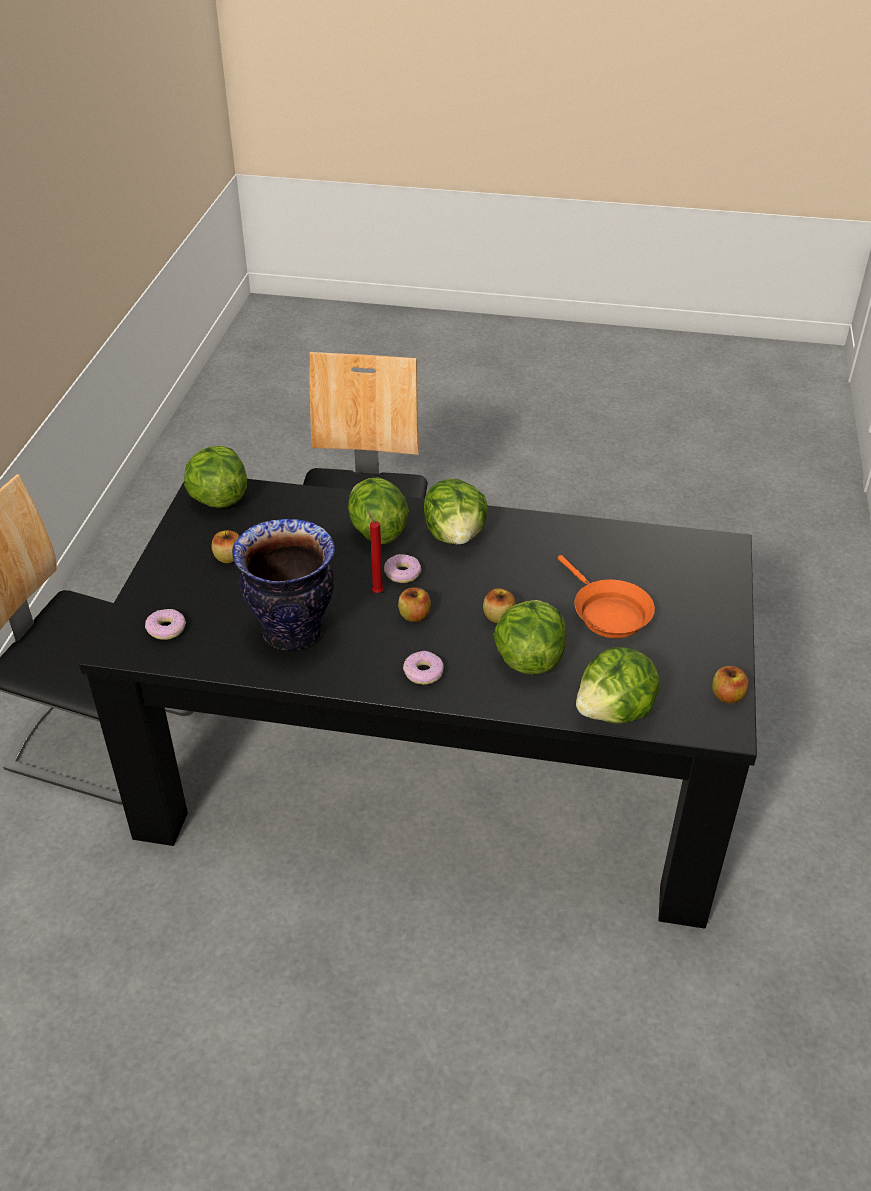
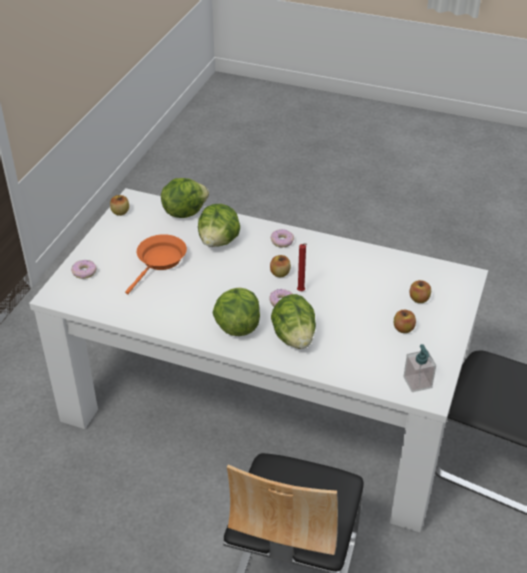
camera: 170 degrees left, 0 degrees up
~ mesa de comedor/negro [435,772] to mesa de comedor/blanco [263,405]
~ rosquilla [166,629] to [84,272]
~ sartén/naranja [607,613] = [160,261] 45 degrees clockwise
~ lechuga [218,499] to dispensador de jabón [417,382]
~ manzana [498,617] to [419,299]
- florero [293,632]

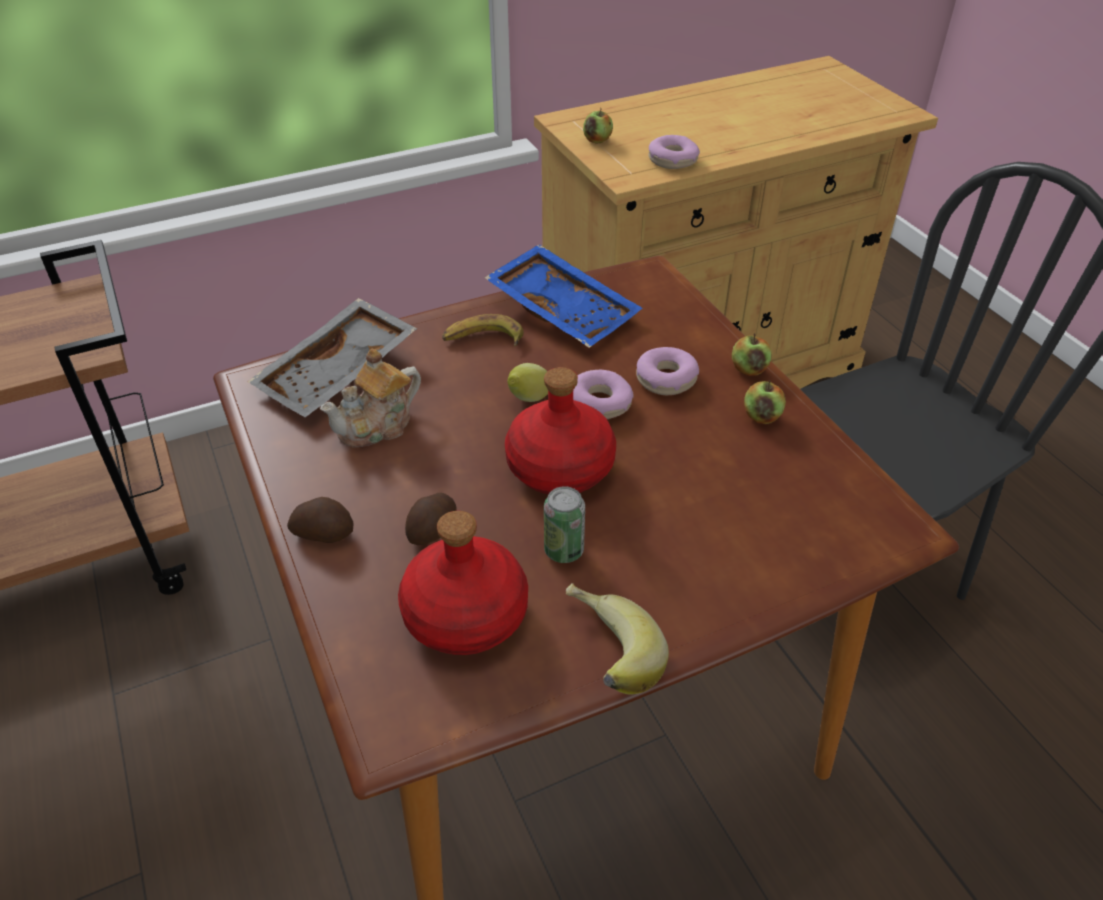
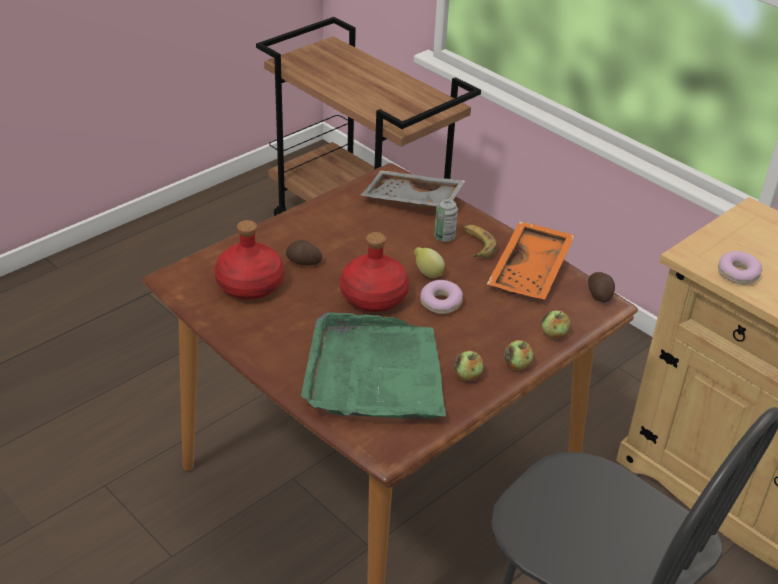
camera: 70 degrees right, 5 degrees down
+ bandeja/verde [374,373]
~ lata [564,550] to [444,237]
~ bandeja/azul [564,309] to bandeja/naranja [531,272]
~ manzana [597,140] to [553,334]
~ patata [323,532] to [599,294]
- tetera [377,426]
- plátano [603,659]
- rosquilla [666,379]

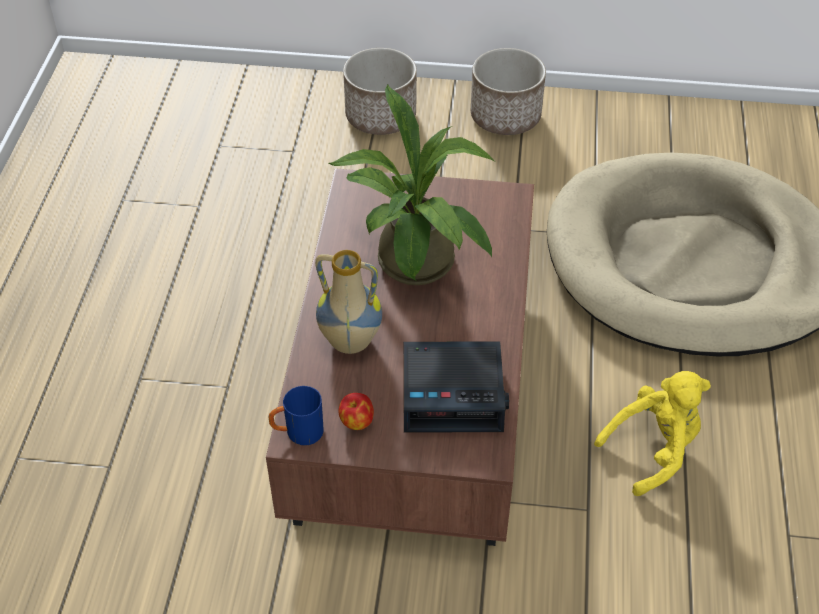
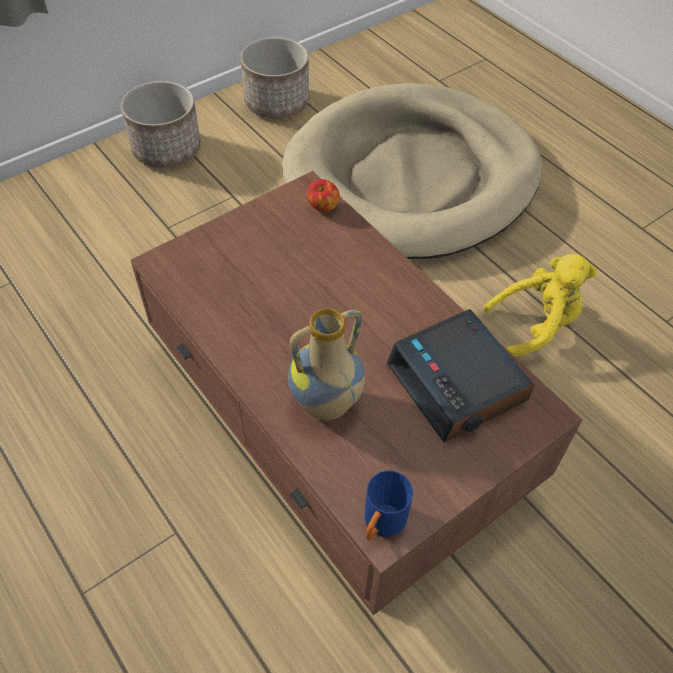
camera: 45 degrees left, 5 degrees up
~ maceta [380,117] to [277,103]
~ manzana [356,422] to [323,207]
~ despertador [453,394] = [458,383] 105 degrees clockwise
~ peluche/amarillo [653,449] = [535,326] 60 degrees clockwise
- planta en maceta [417,269]

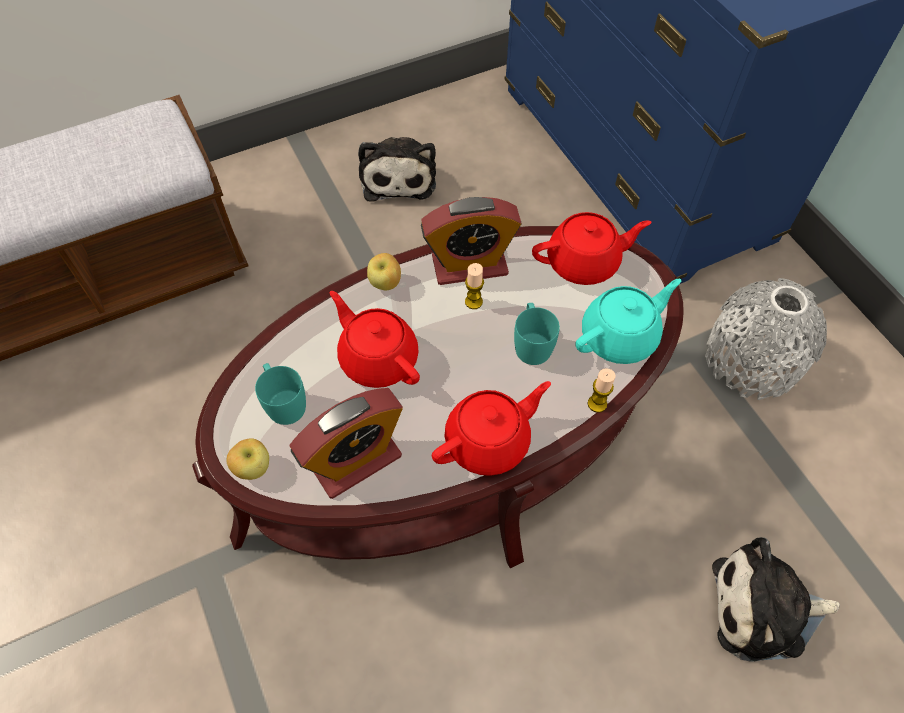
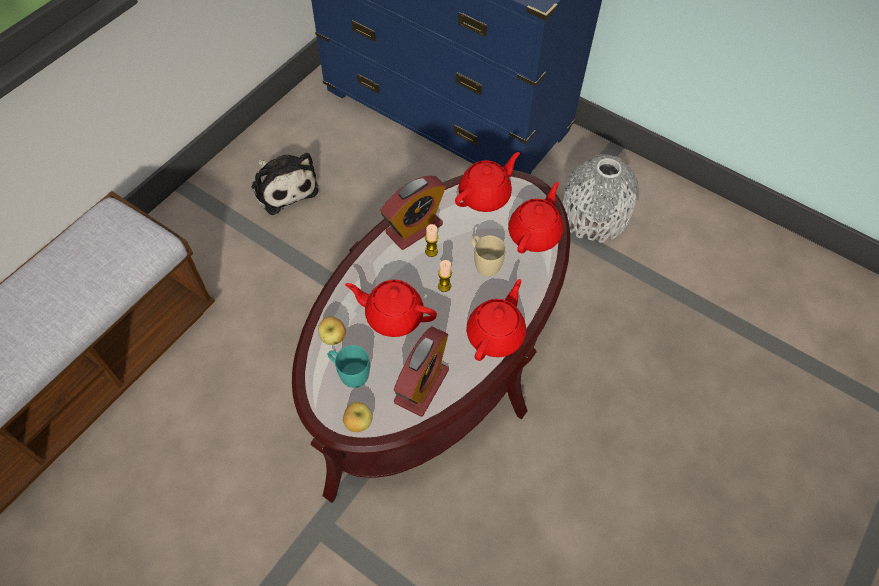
camera: 30 degrees left, 0 degrees up
~ manzana [386,284] to [333,338]
~ vela [597,404] to [444,286]
~ taza grande/turquesa [531,343] to taza grande/beis [484,262]
~ tetera/turquesa [620,337] to tetera/rojo [535,234]
- peluche [764,609]

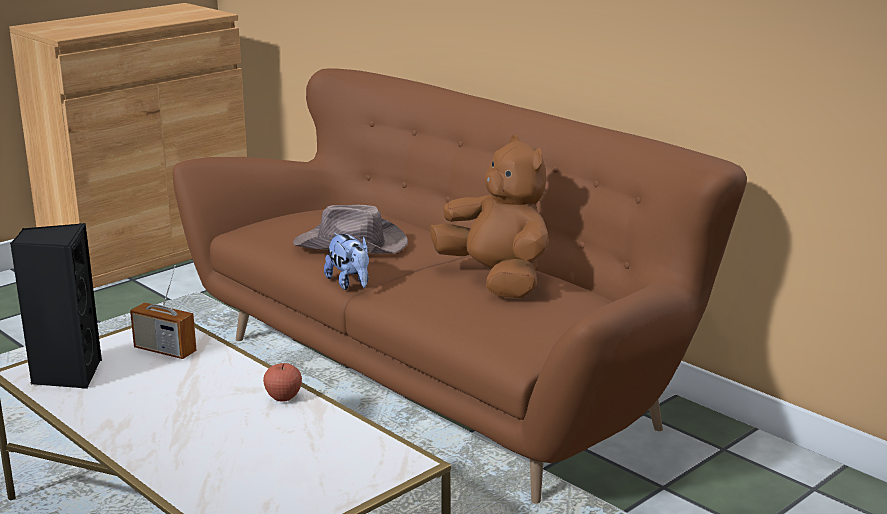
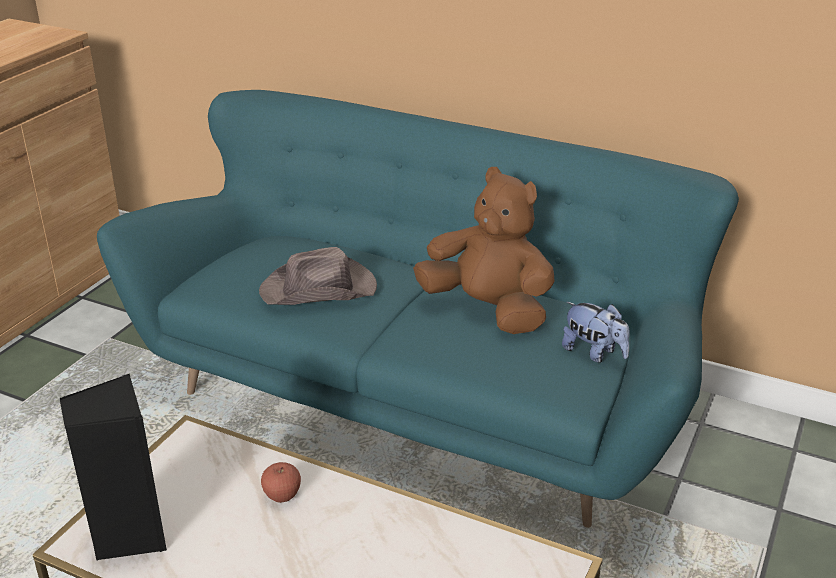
camera: 20 degrees left, 10 degrees up
~ sofá/marrón [443,379] to sofá/turquesa [417,398]
~ manzana [283,397] to [282,495]
~ peluche [350,284] to [594,353]
- radio [165,350]

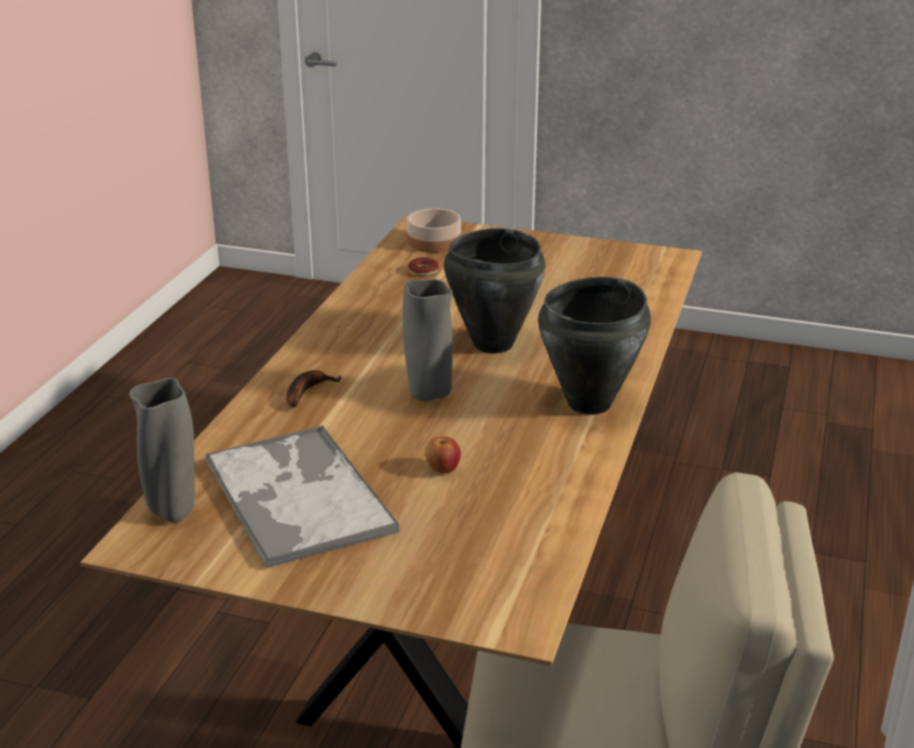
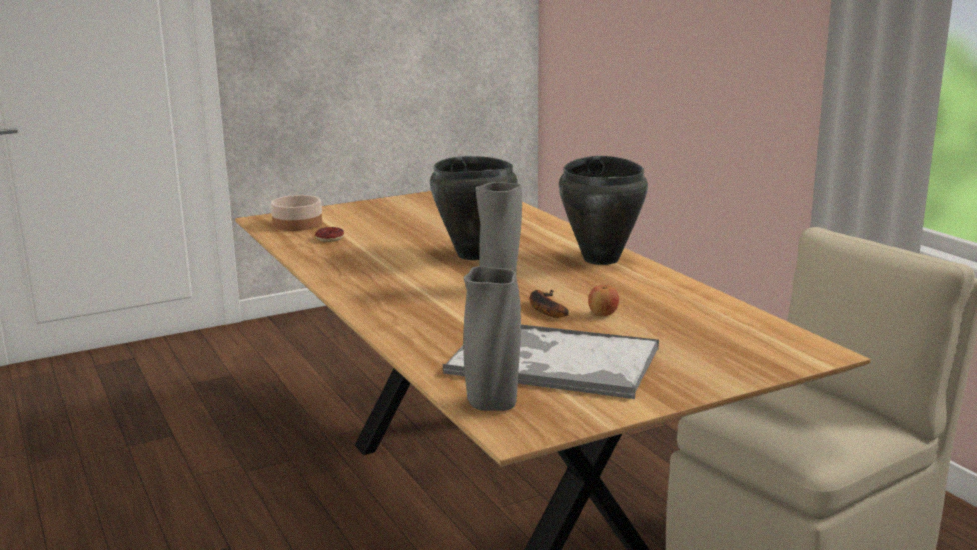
camera: 45 degrees left, 10 degrees down
~ plátano [307,392] to [544,308]

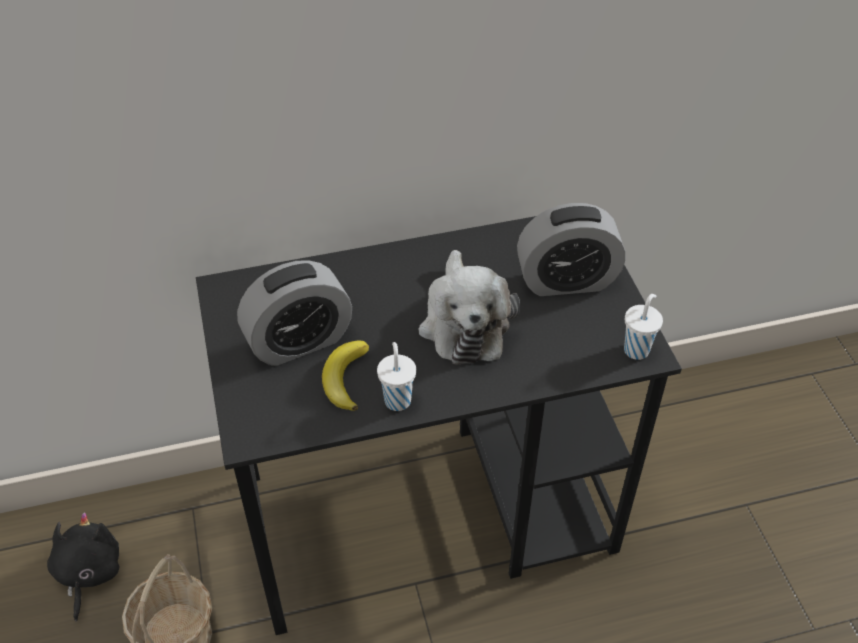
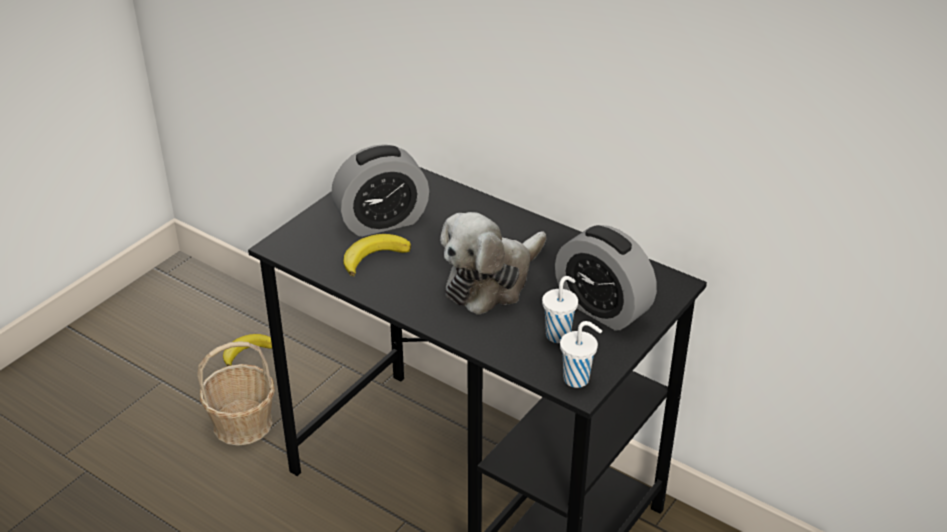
camera: 50 degrees right, 10 degrees down
~ peluche/negro [88,573] to plátano [247,352]
~ despertador [299,341] = [382,221] 45 degrees counterclockwise
~ taza/blanco [397,399] to [559,335]

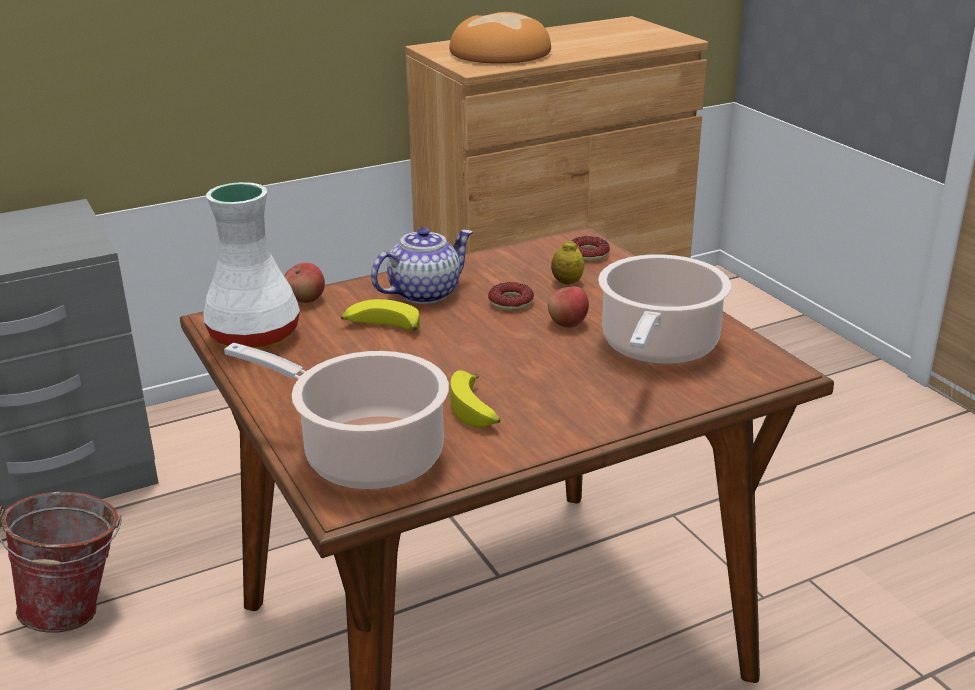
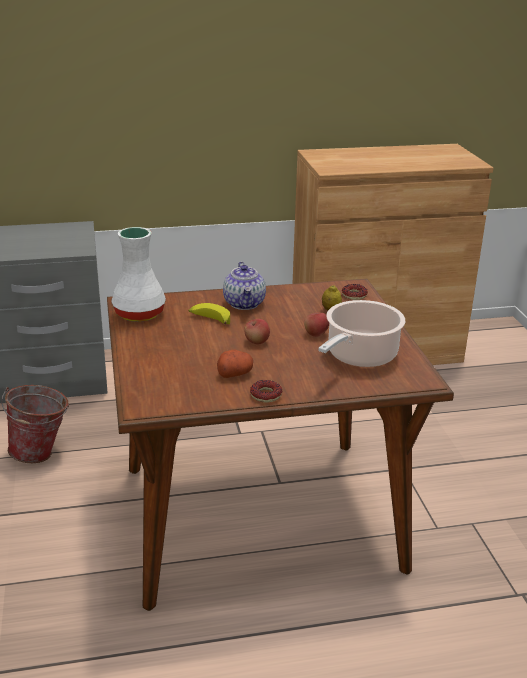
camera: 15 degrees right, 0 degrees up
~ plátano [476,410] to patata [235,373]
~ tetera [424,293] = [245,304] 105 degrees clockwise
~ manzana [306,299] to [256,342]
~ rosquilla [511,302] to [266,395]
- olla [365,455]
- pan [499,53]

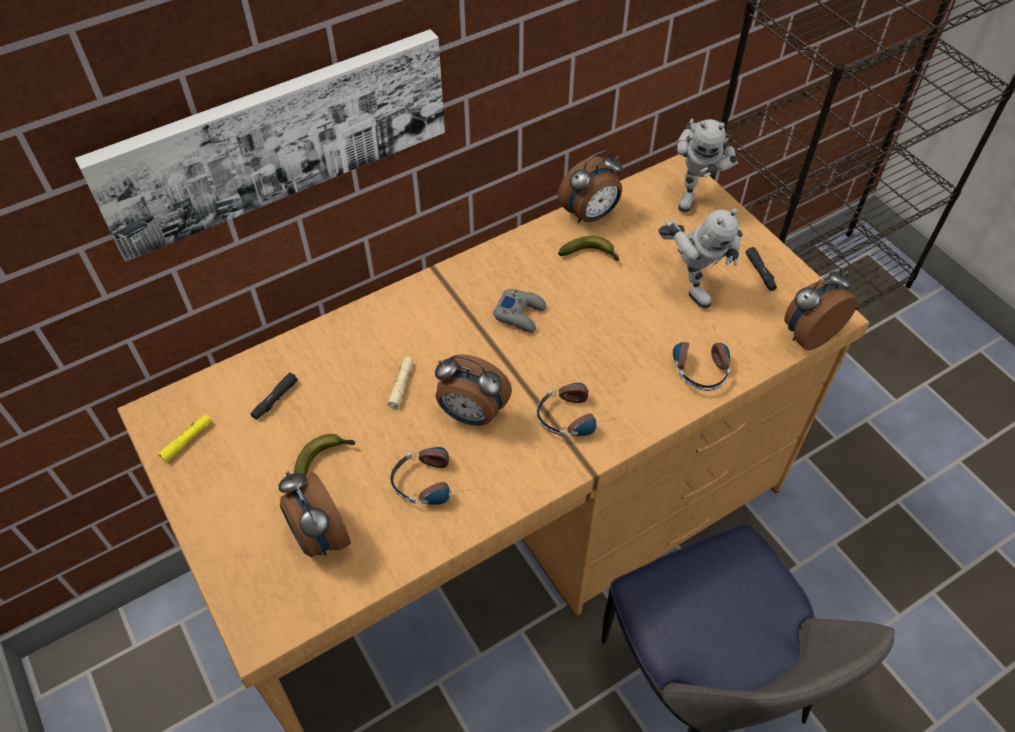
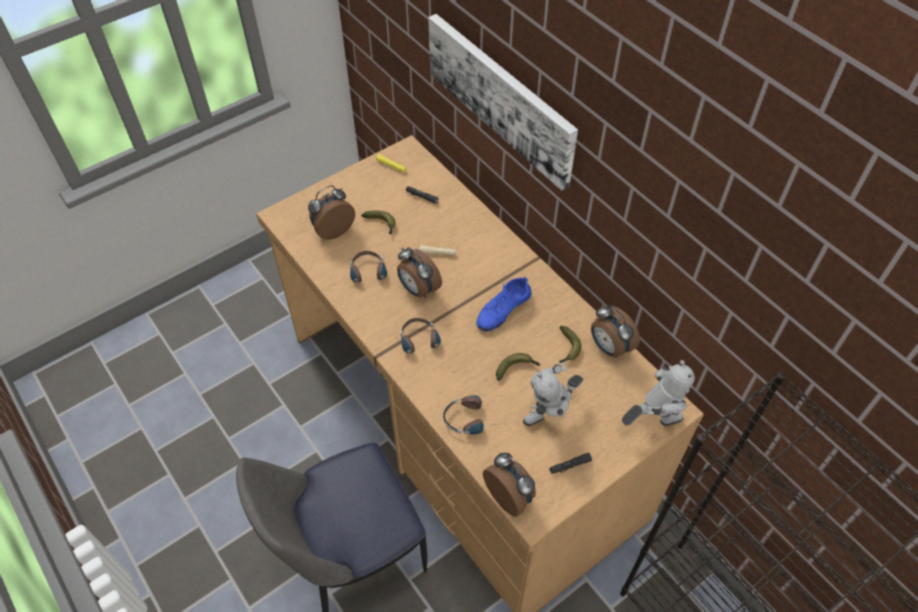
camera: 85 degrees right, 0 degrees up
~ despertador [471,414] = [418,289] 60 degrees counterclockwise
~ mando de consola/gris [520,314] to zapato/azul [503,309]
+ plátano [517,368]
~ robot de juguete [695,193] = [652,421] 150 degrees clockwise

